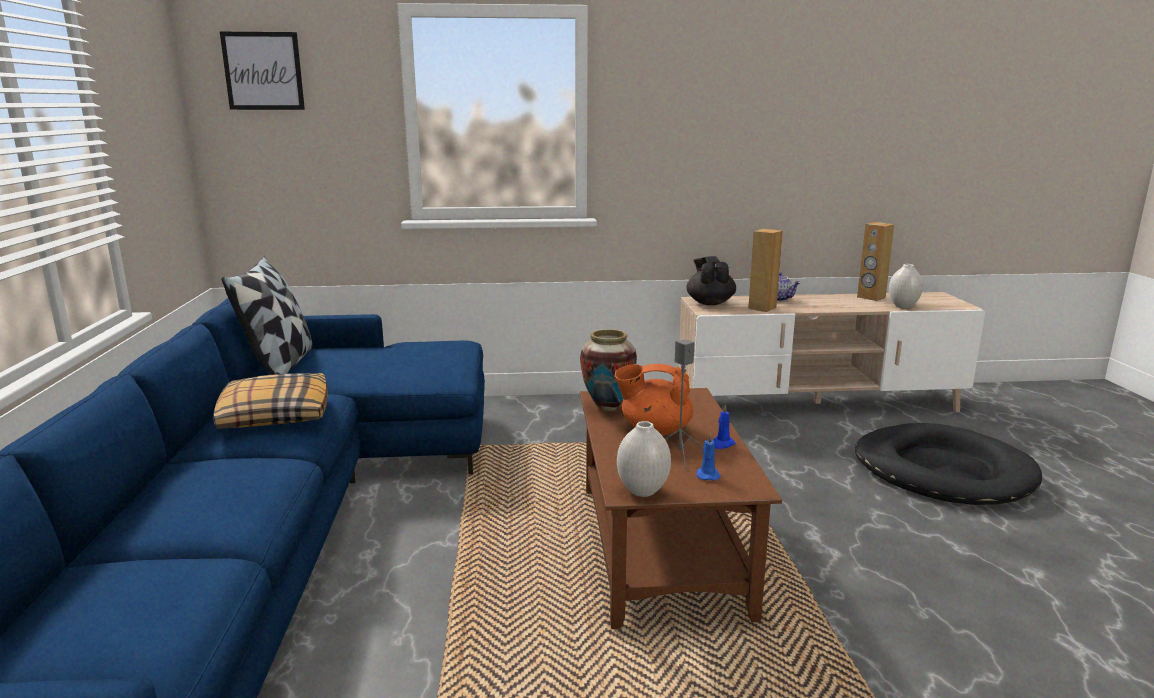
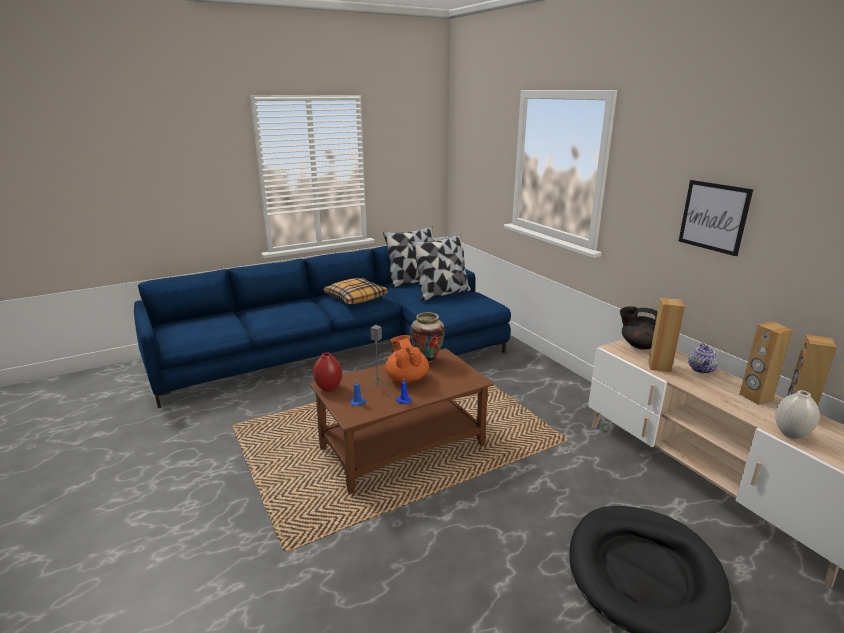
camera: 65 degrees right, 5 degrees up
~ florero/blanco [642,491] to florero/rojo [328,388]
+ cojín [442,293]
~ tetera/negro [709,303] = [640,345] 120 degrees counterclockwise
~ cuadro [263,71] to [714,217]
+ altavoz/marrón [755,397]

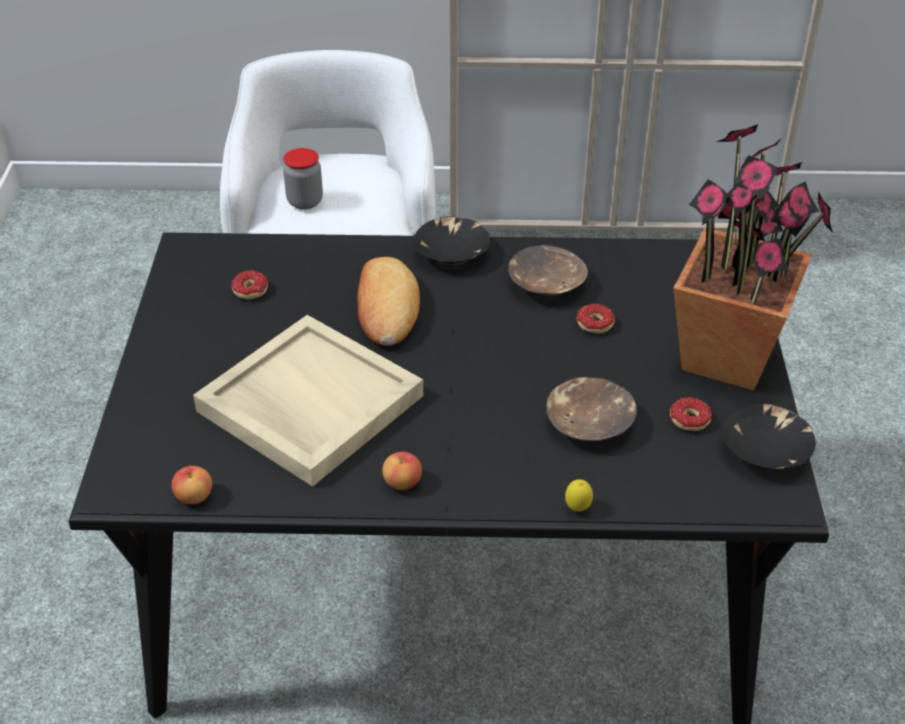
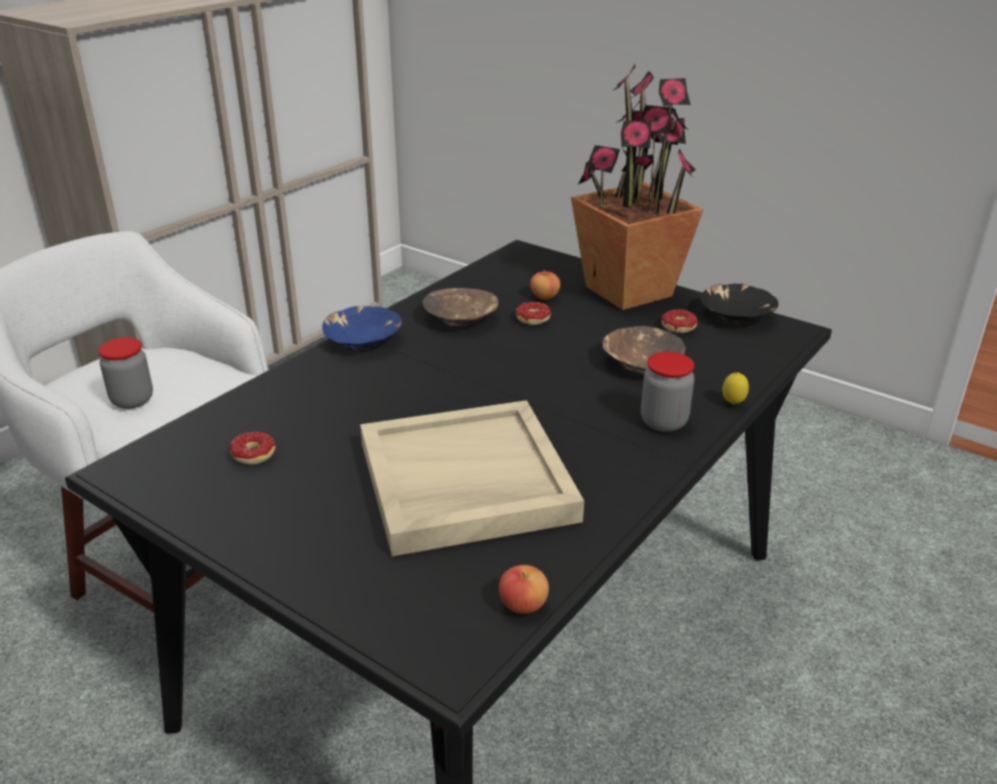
camera: 55 degrees left, 10 degrees down
~ cuenco/negro [452,254] to cuenco/azul [364,340]
~ manzana [402,482] to [544,297]
+ tarro [663,422]
- pan [386,308]

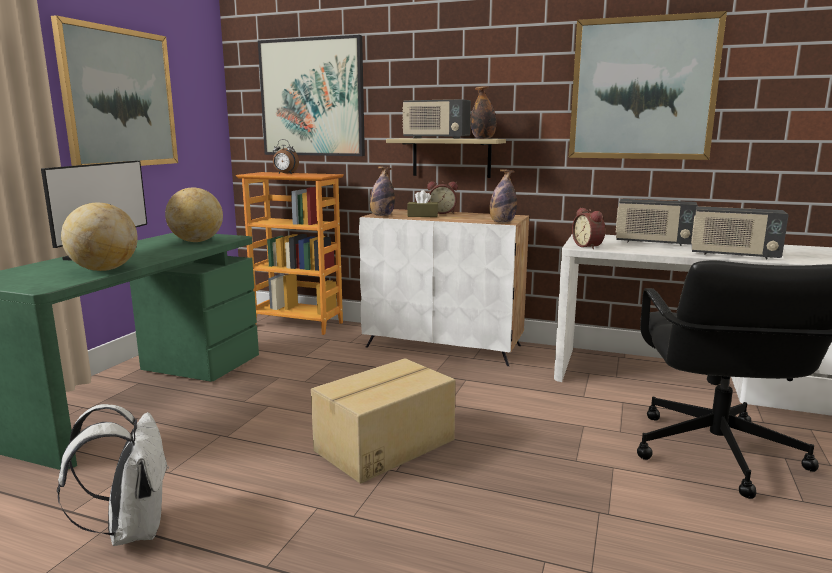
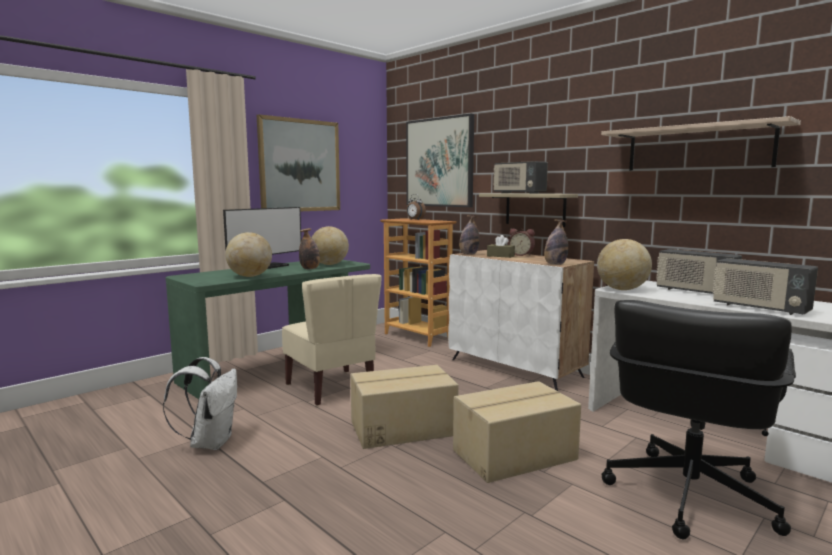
camera: 25 degrees right, 5 degrees down
+ silla/beis [331,388]
~ botella [483,138] to [310,269]
+ caja de cartón [515,455]
~ despertador [589,246] to globo terráqueo [622,289]
~ cuadro [642,89] to estante [698,148]

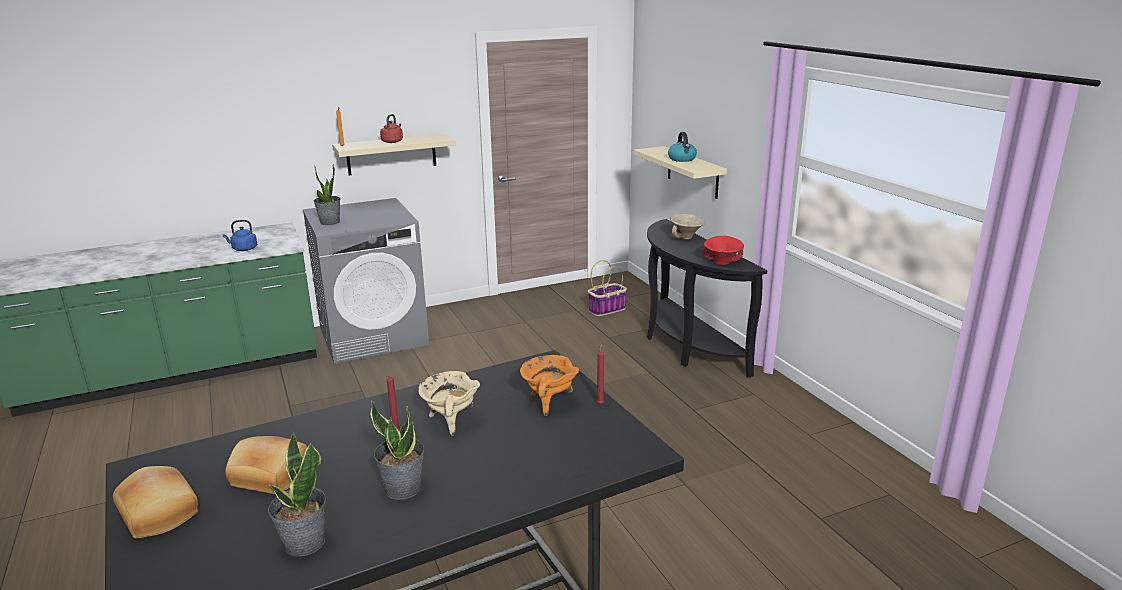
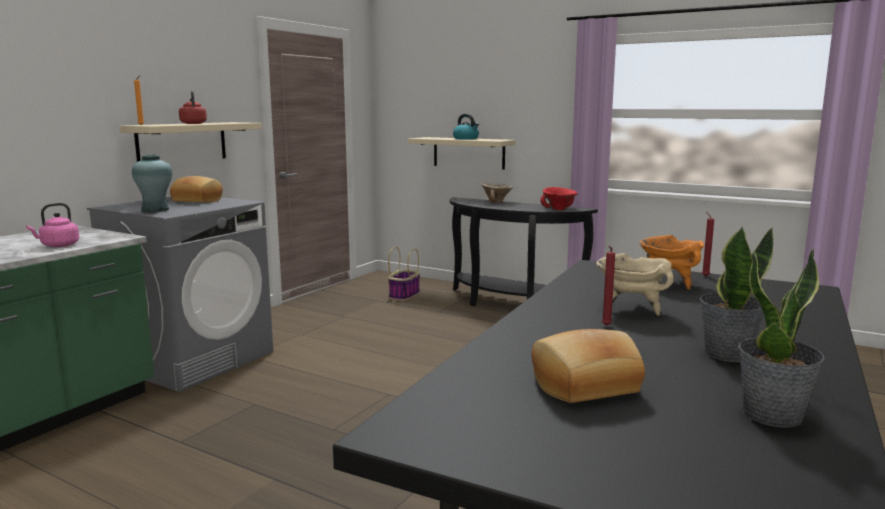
camera: 35 degrees left, 10 degrees down
~ hervidor/azul [243,249] to hervidor/rosa [58,245]
~ planta en maceta [330,222] to florero/turquesa [155,210]
~ pan [161,513] to [198,200]

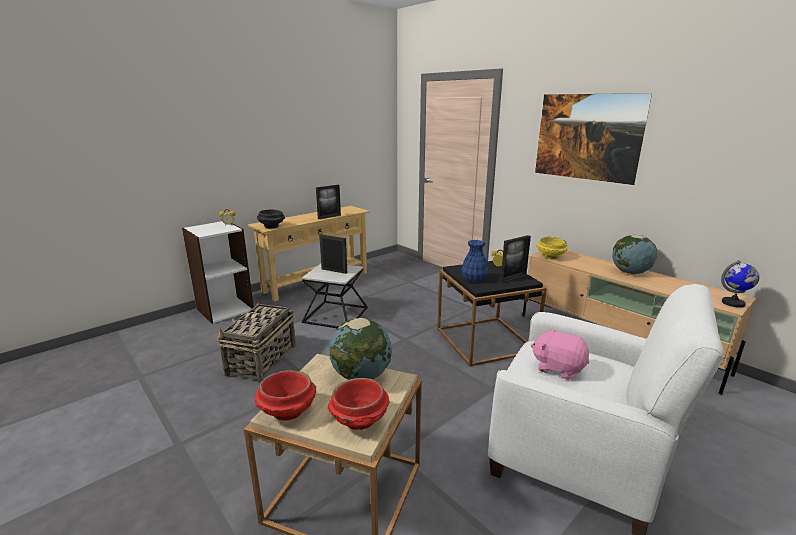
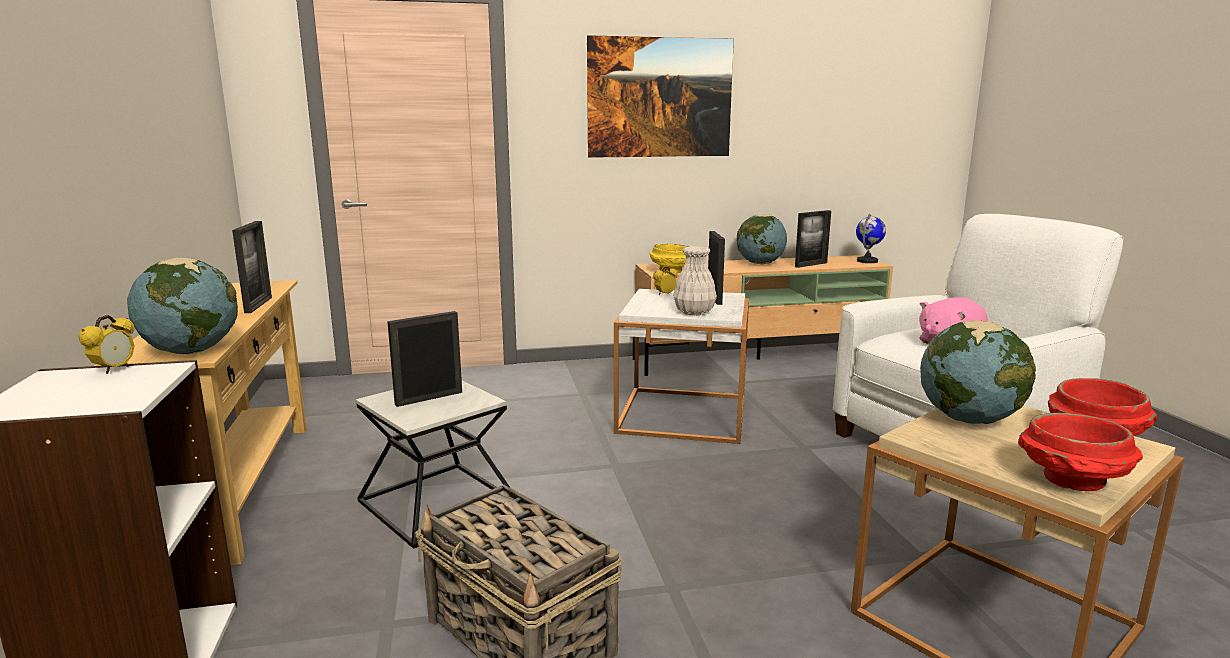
camera: 60 degrees left, 5 degrees down
~ cuenco/negro [271,226] to globo terráqueo [191,351]
~ mesa auxiliar/negro [485,340] to mesa auxiliar/blanco [682,414]
~ florero/azul [473,279] to florero/blanco [693,312]
+ portarretratos [811,265]

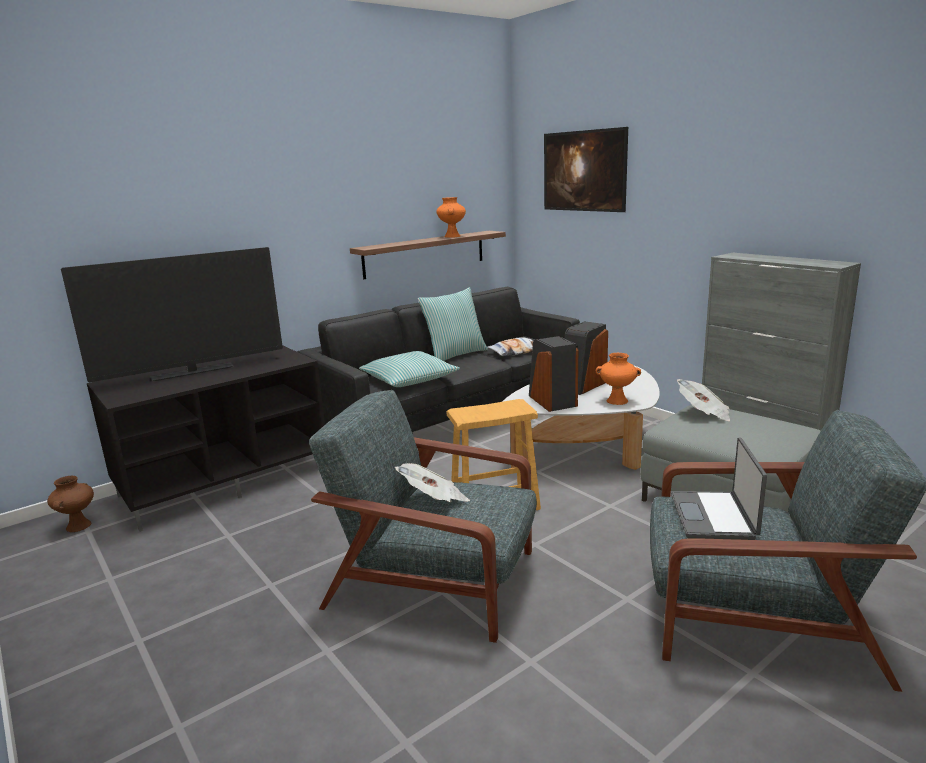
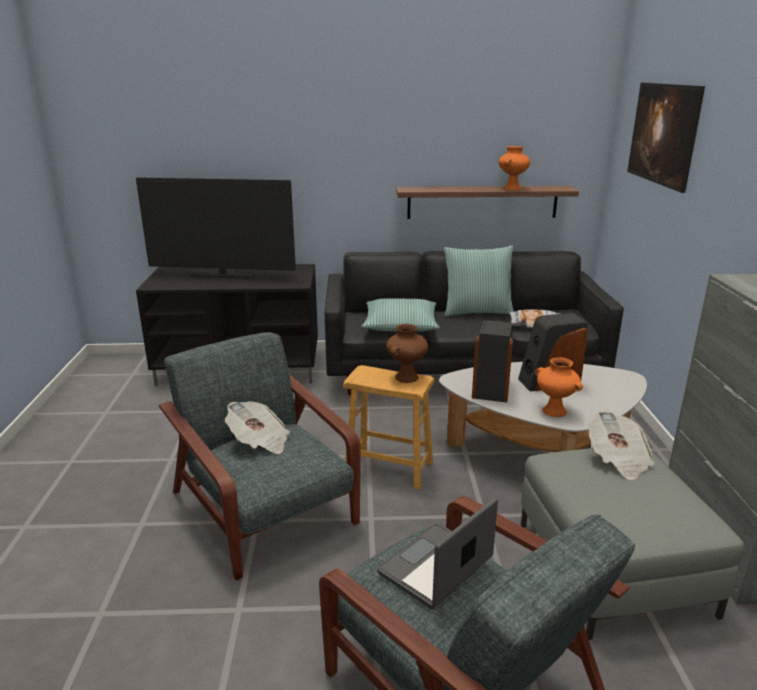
camera: 35 degrees right, 5 degrees up
~ florero/marrón [78,526] to [406,377]

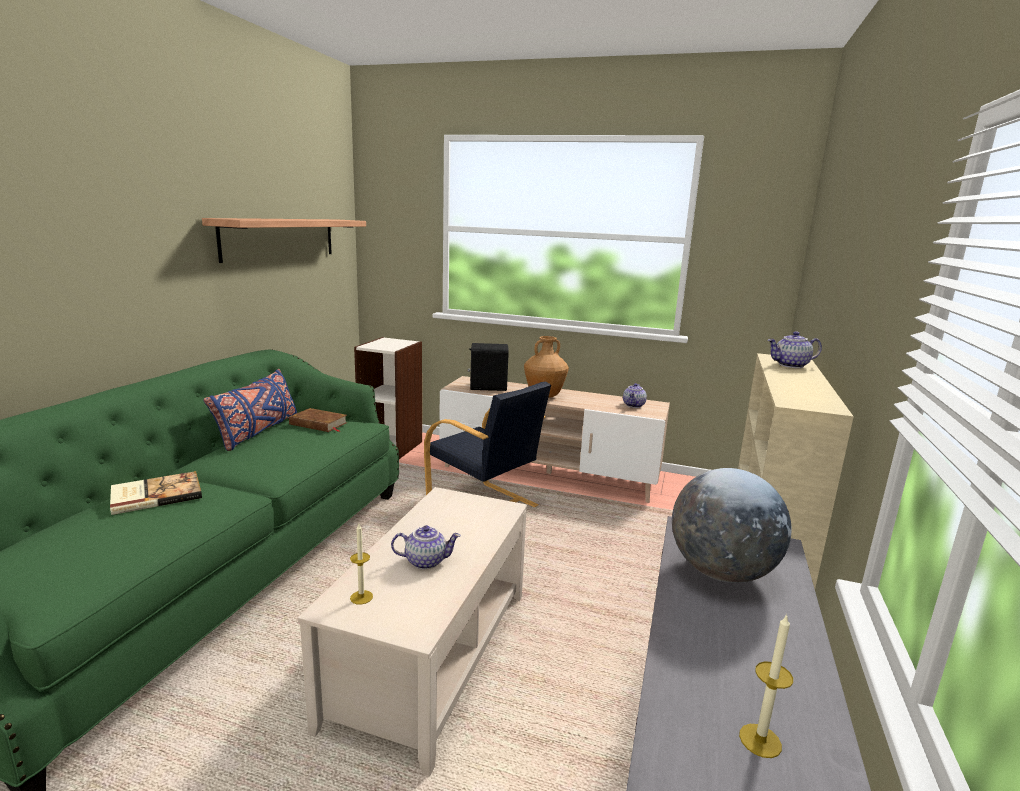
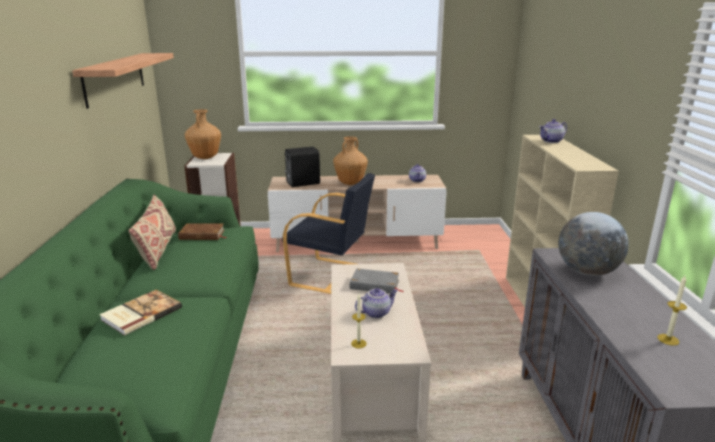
camera: 20 degrees left, 5 degrees up
~ cojín/azul [257,432] to cojín/beis [157,250]
+ florero/marrón [205,158]
+ libro/gris [375,285]

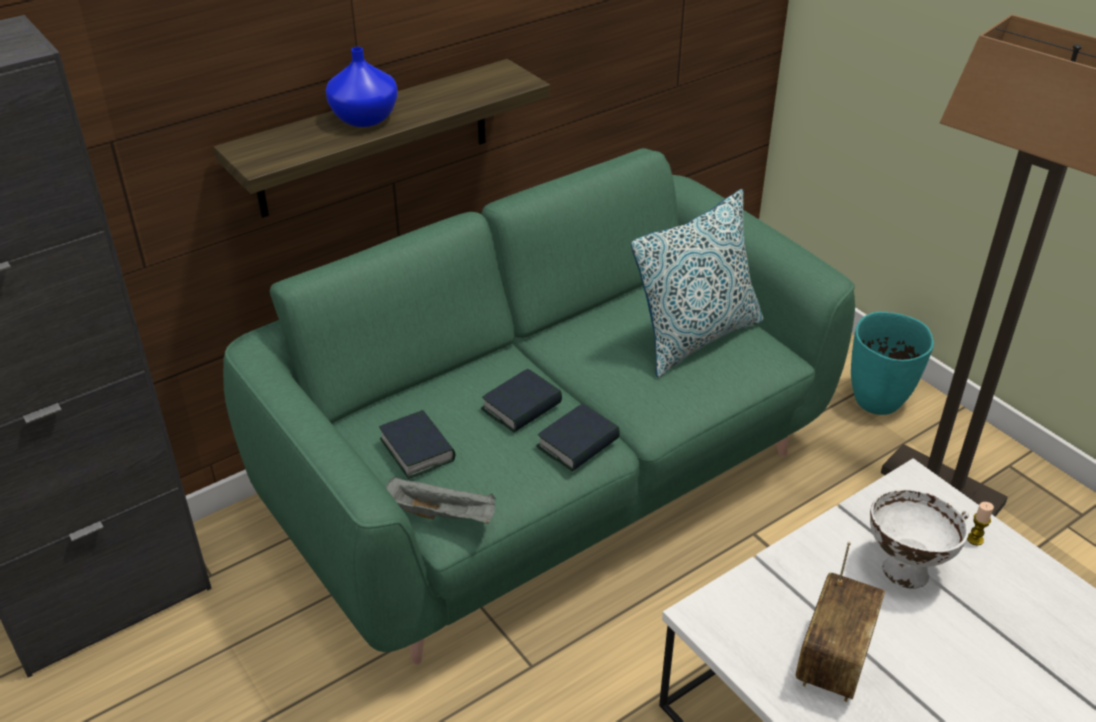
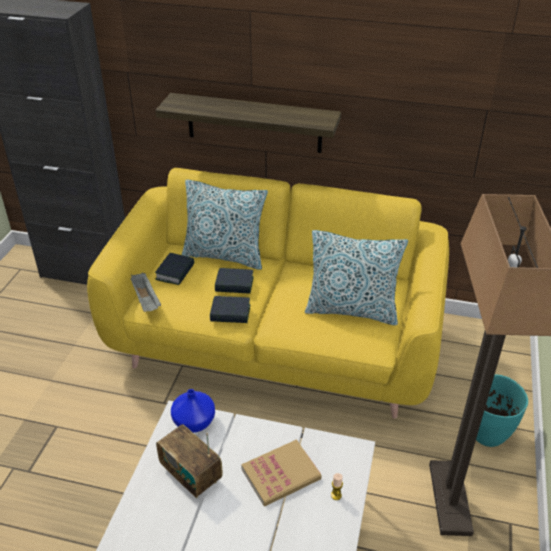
camera: 50 degrees right, 0 degrees up
~ sofá/verde [547,481] to sofá/amarillo [275,344]
~ radio [833,660] = [191,474] 60 degrees clockwise
~ florero/azul [363,118] to [193,421]
+ cojín [225,256]
~ cuenco/blanco [903,569] to libro [281,474]

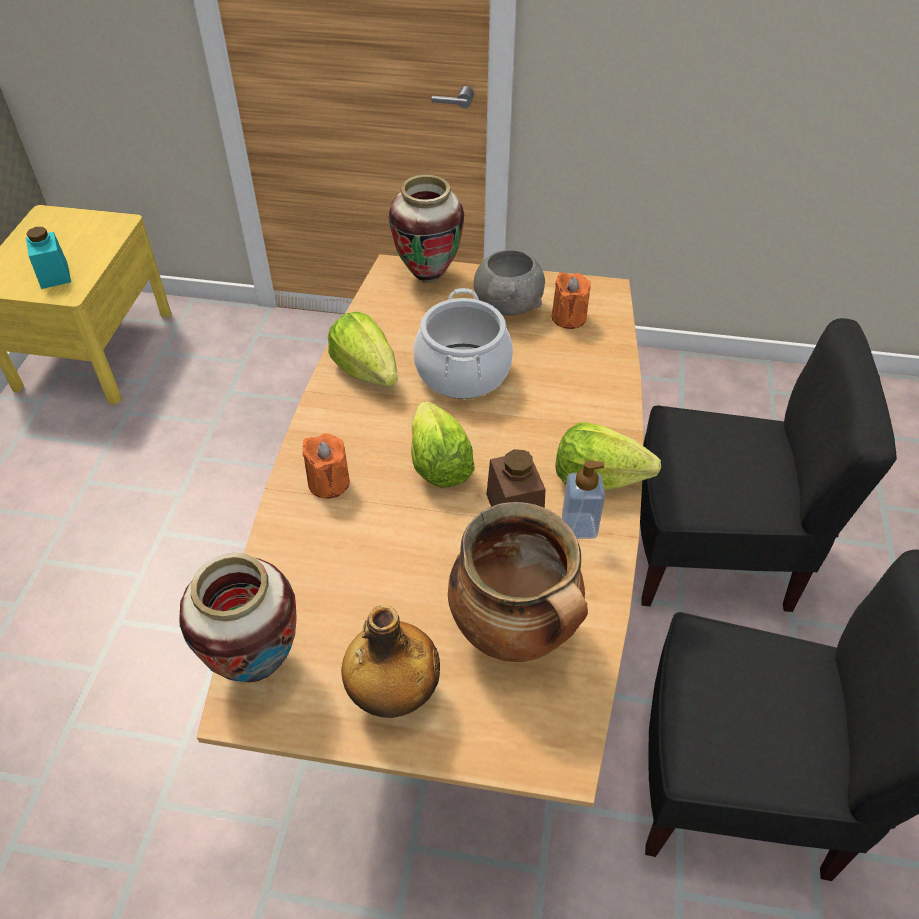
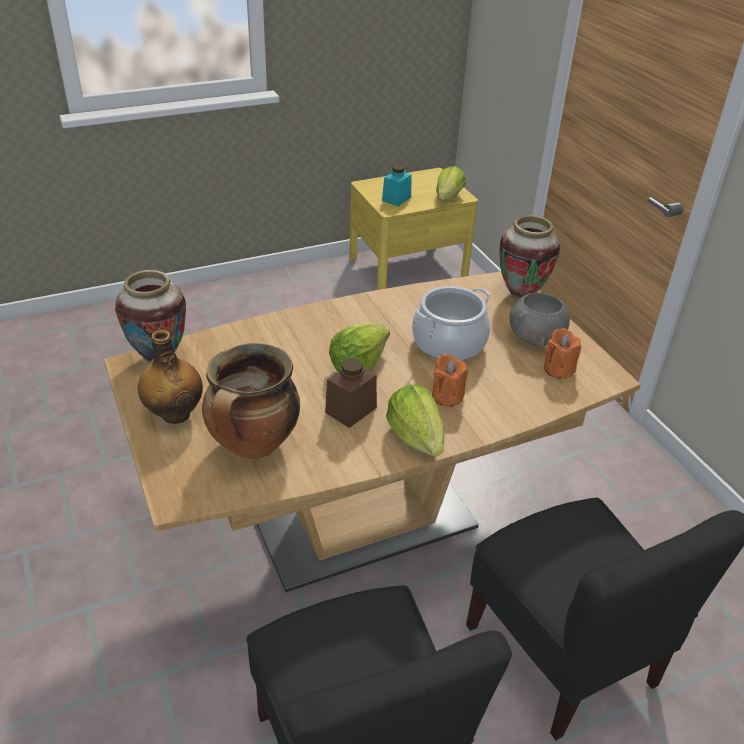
camera: 55 degrees right, 10 degrees down
~ vela/naranja [328,482] to [447,396]
~ lechuga [366,370] to [448,198]
- dispensador de jabón [579,526]

